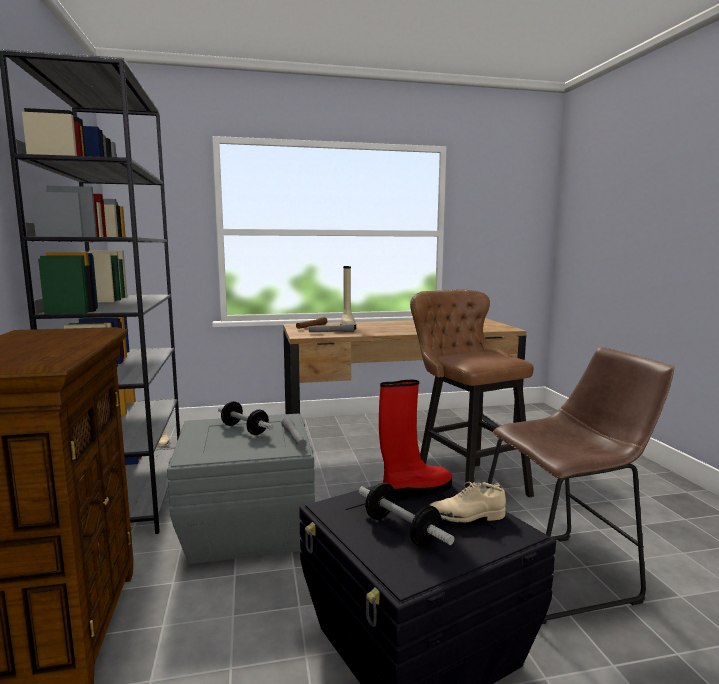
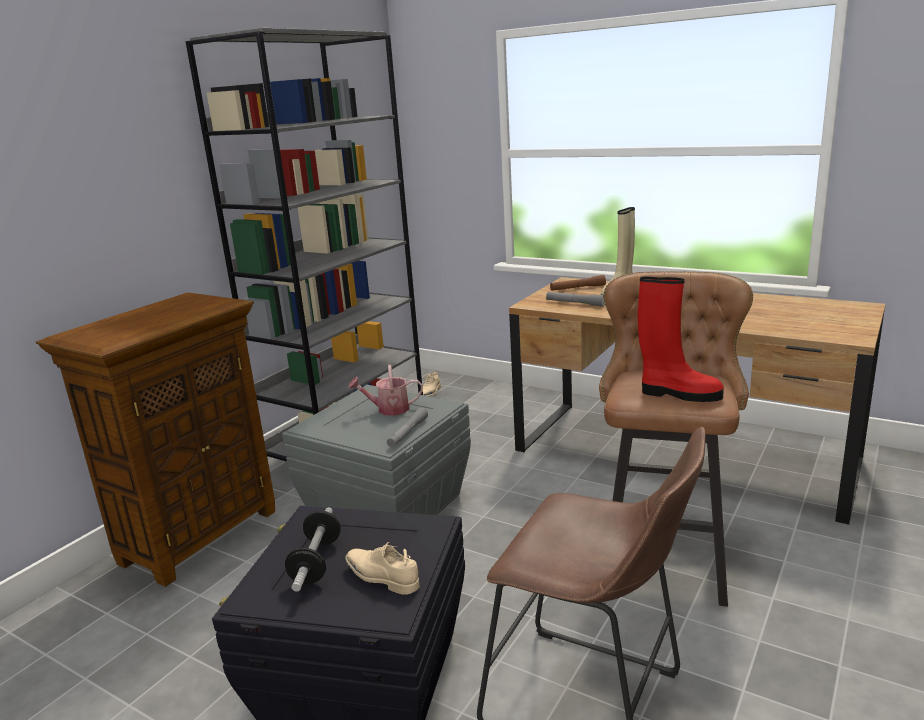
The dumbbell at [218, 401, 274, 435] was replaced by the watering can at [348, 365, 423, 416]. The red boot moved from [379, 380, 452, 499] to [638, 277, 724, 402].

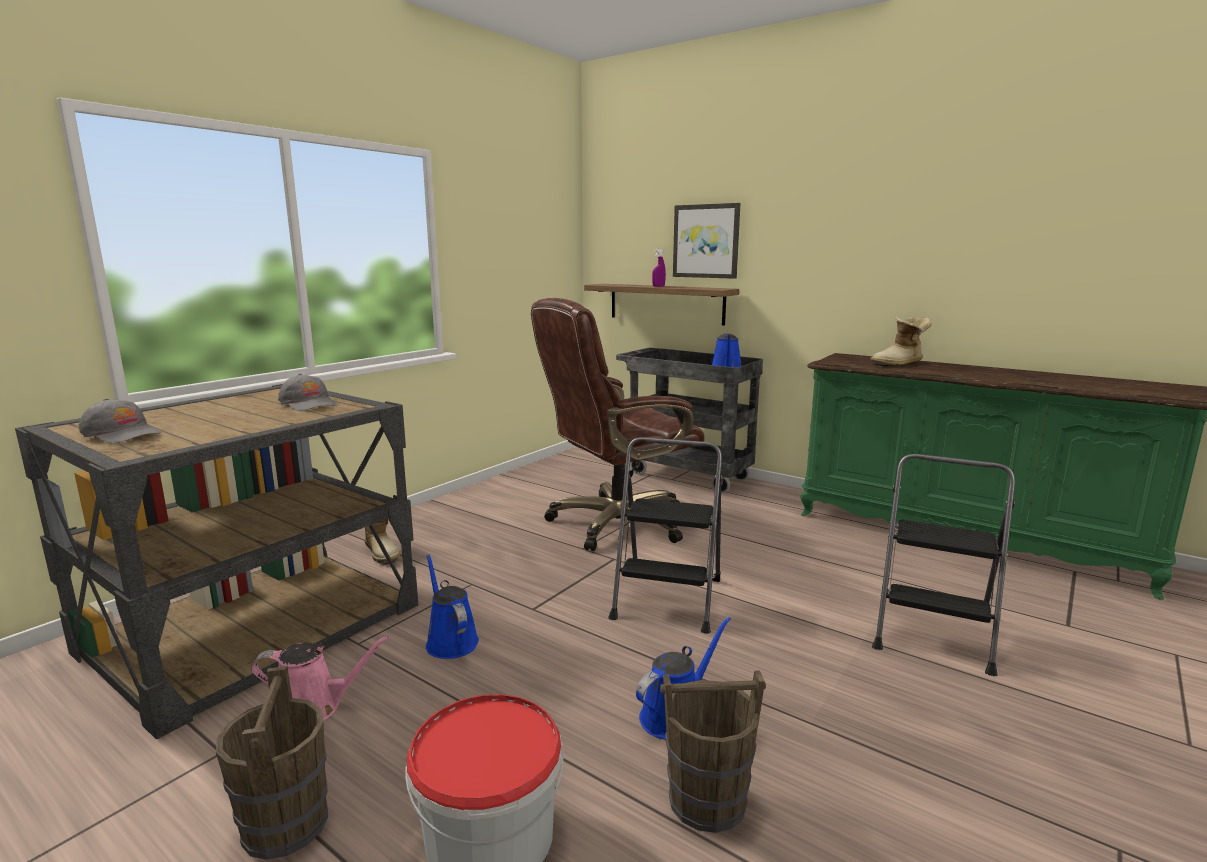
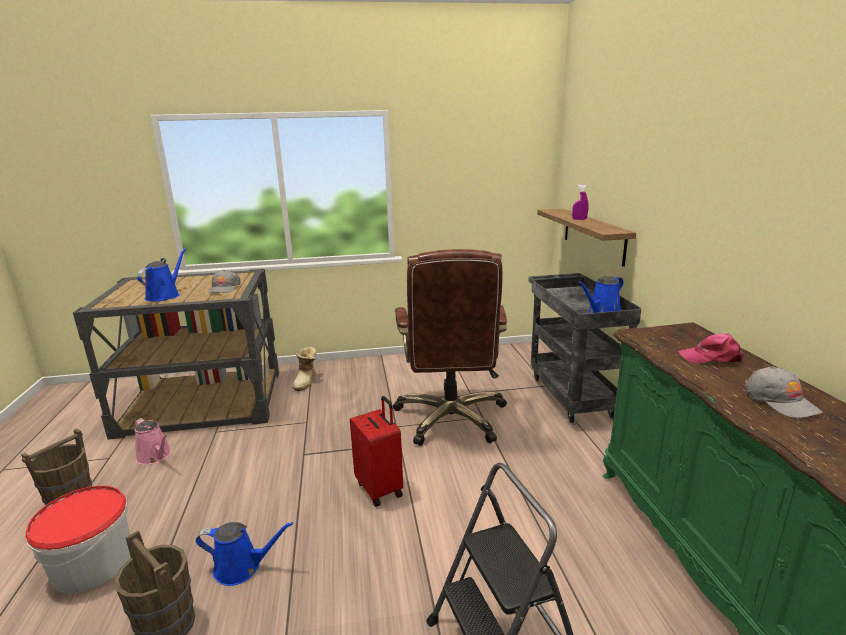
The blue watering can moved from [426, 554, 479, 659] to [137, 248, 187, 302]. The black step ladder at [608, 437, 722, 634] was replaced by the red suitcase at [350, 396, 403, 507]. The brown office chair at [531, 298, 705, 551] turned 105 degrees counterclockwise. The boot at [870, 316, 932, 366] was replaced by the pink cap at [678, 333, 743, 364]. The grey cap moved from [78, 399, 161, 443] to [745, 366, 823, 418]. The picture at [673, 203, 740, 279] disappeared.

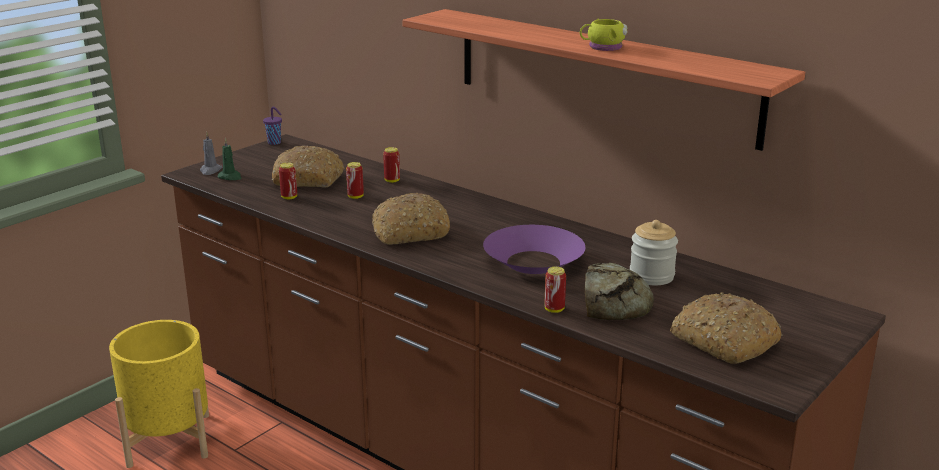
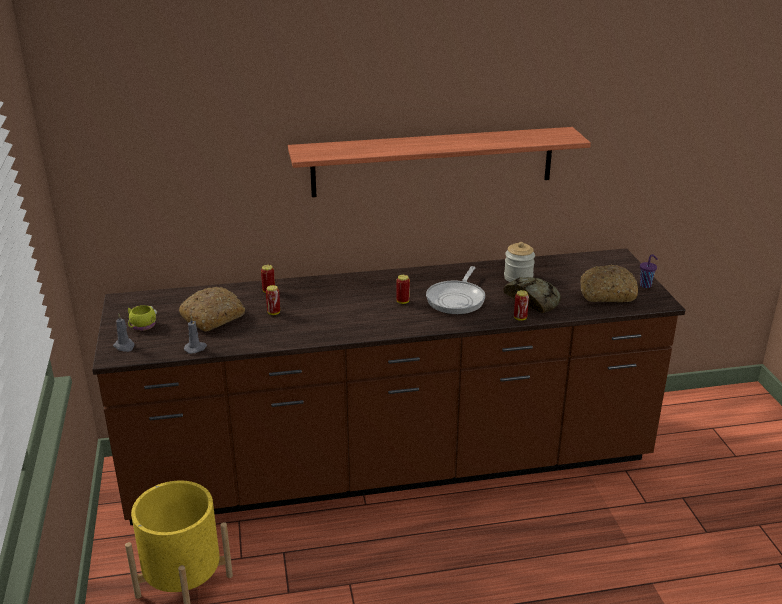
The yellow mug moved from [580, 18, 627, 51] to [128, 305, 157, 331]. The grey candle at [184, 316, 207, 354] appeared. The can moved from [279, 163, 297, 200] to [396, 275, 410, 304]. The purple bowl at [483, 225, 585, 274] was replaced by the frying pan at [426, 266, 485, 314]. The purple cup moved from [263, 107, 282, 145] to [640, 254, 658, 288]. The green candle at [218, 138, 242, 180] disappeared. The bread at [372, 193, 450, 245] disappeared.

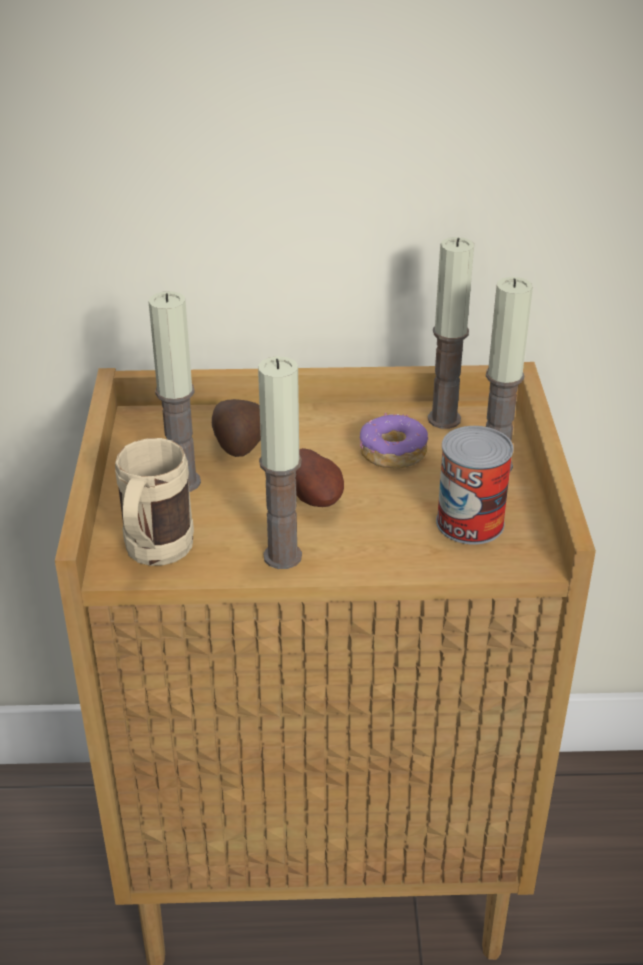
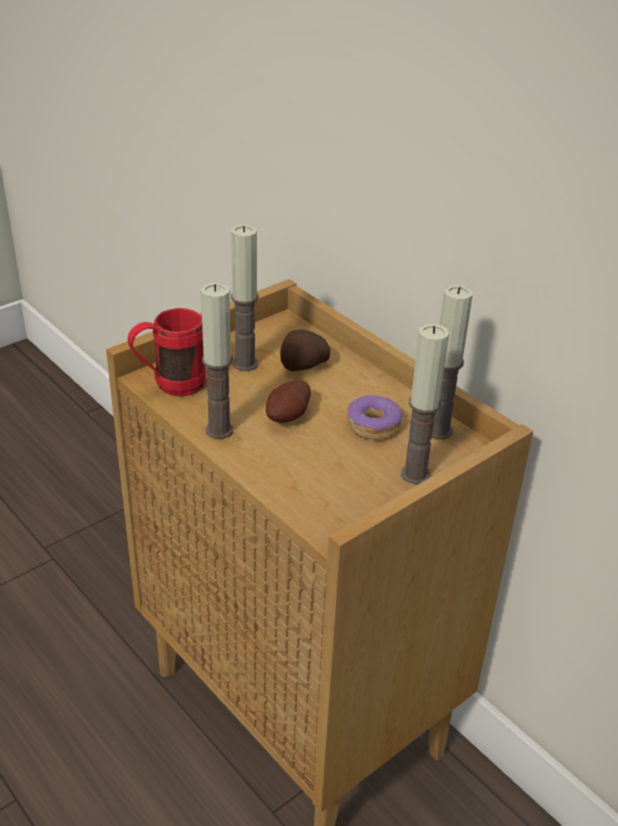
The beige mug at [115, 438, 194, 566] became the red mug at [127, 308, 206, 396]. The can at [436, 426, 513, 545] disappeared.

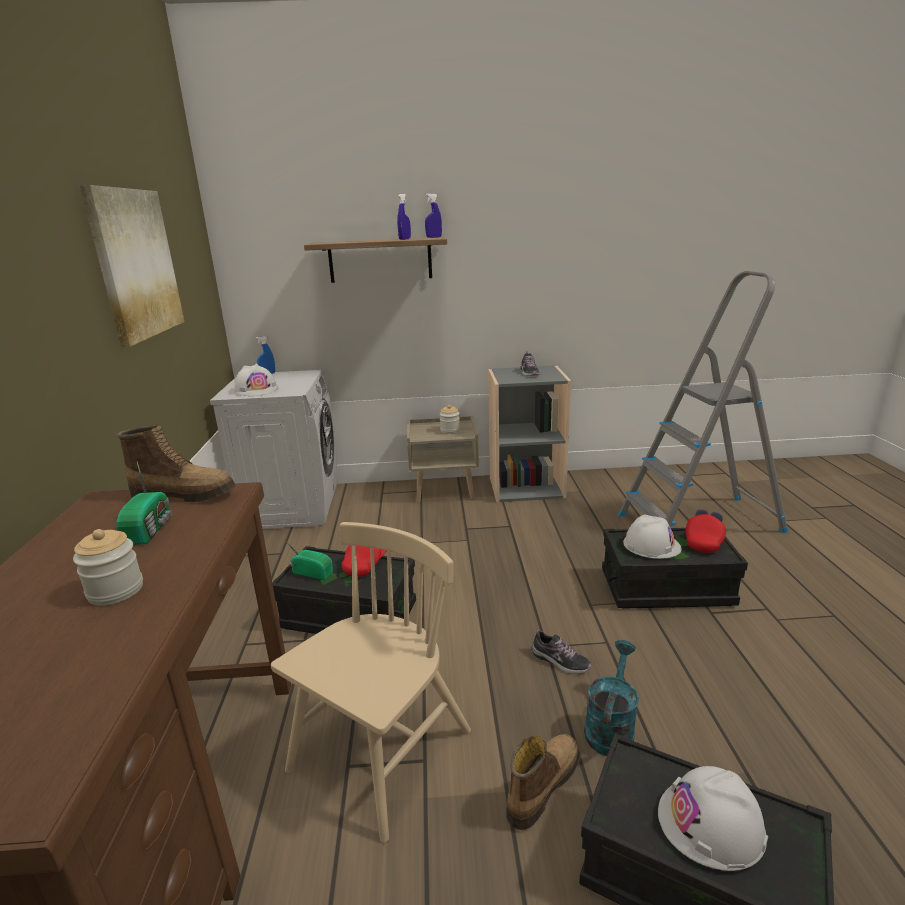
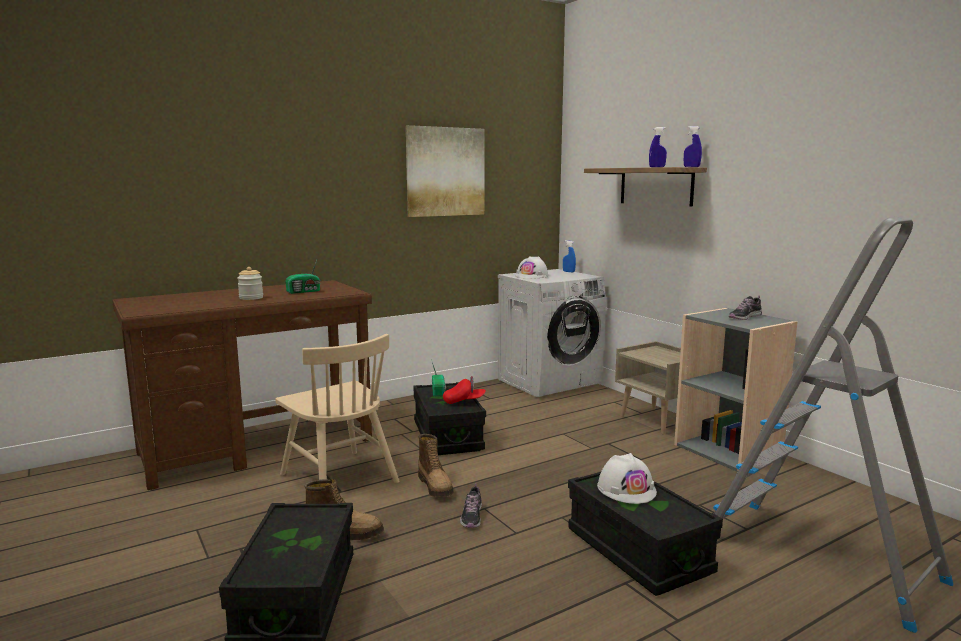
The beige chair at [271, 522, 471, 843] turned 45 degrees clockwise. The boot moved from [117, 425, 236, 502] to [418, 434, 454, 497]. The jar at [440, 405, 460, 434] disappeared. The turquoise watering can at [584, 640, 639, 756] disappeared. The white hard hat at [658, 766, 768, 871] disappeared. The red cap at [686, 509, 726, 553] disappeared.

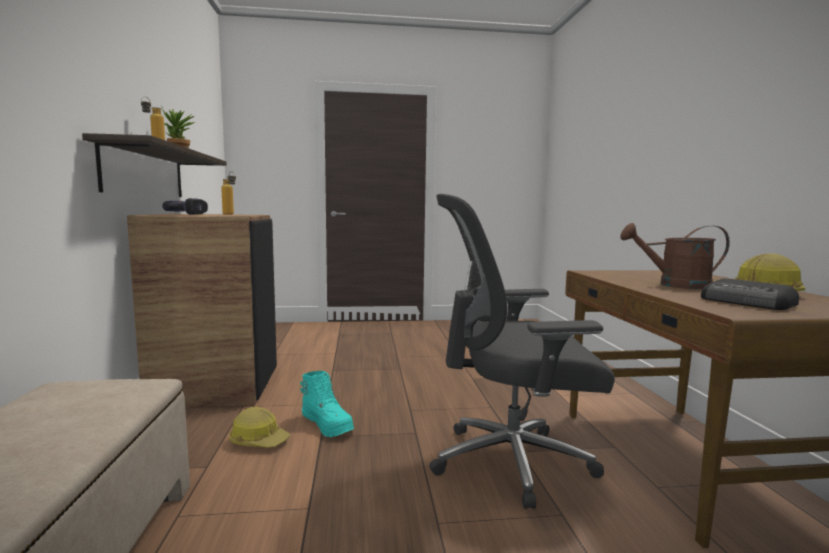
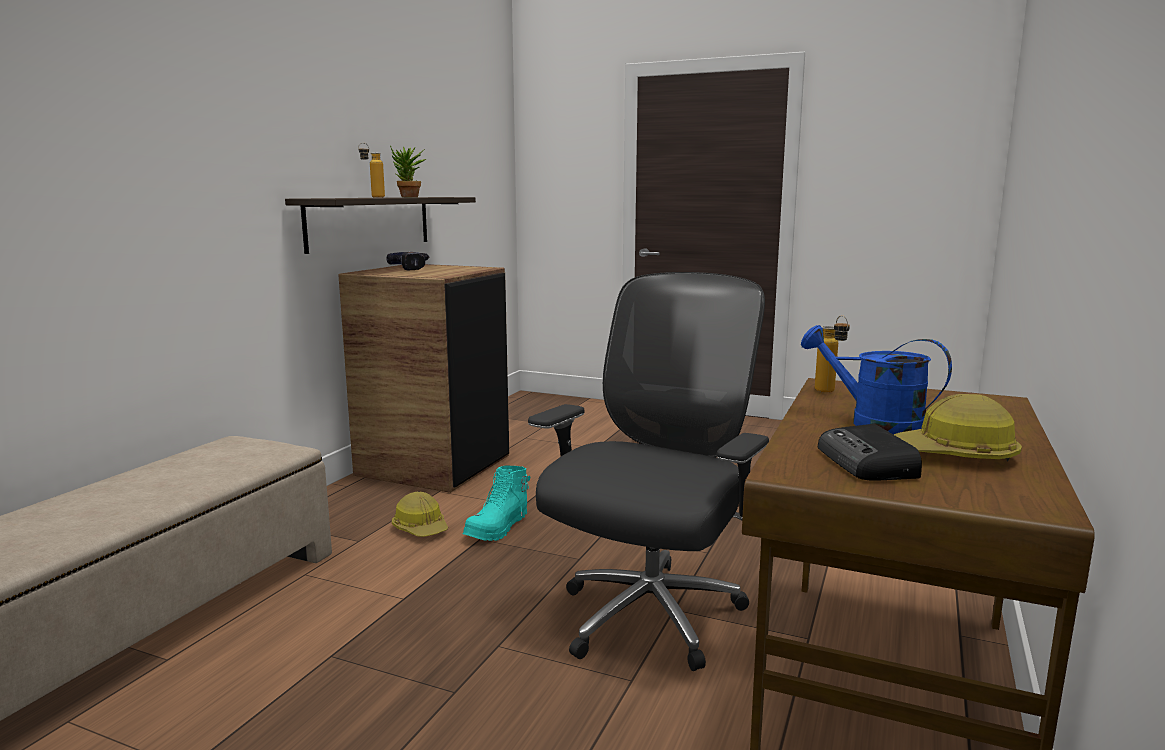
The turquoise boot at [300, 371, 354, 437] turned 45 degrees clockwise. The office chair at [429, 194, 615, 509] turned 90 degrees clockwise. The brown watering can at [620, 223, 730, 290] became the blue watering can at [801, 325, 952, 435]. The bottle moved from [221, 171, 236, 214] to [815, 315, 850, 393].

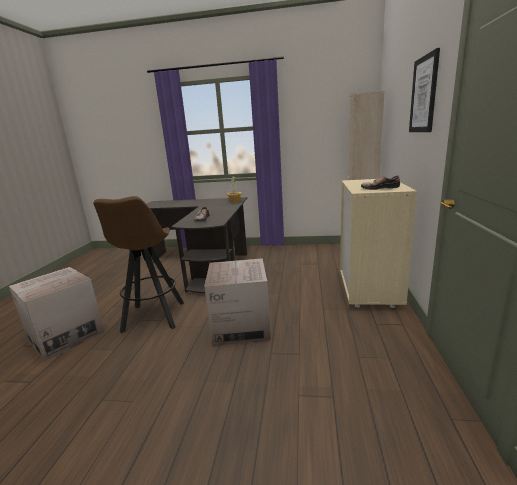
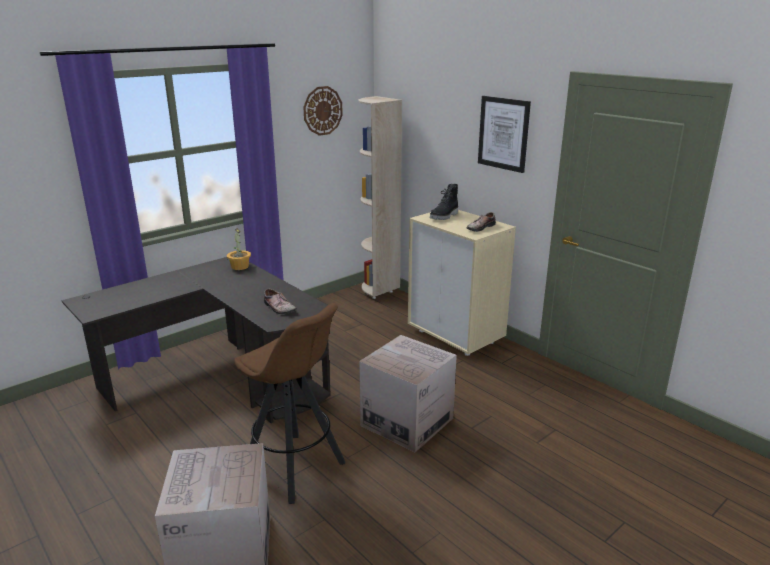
The wall clock at [303, 86, 343, 136] appeared. The black boot at [430, 184, 458, 220] appeared.

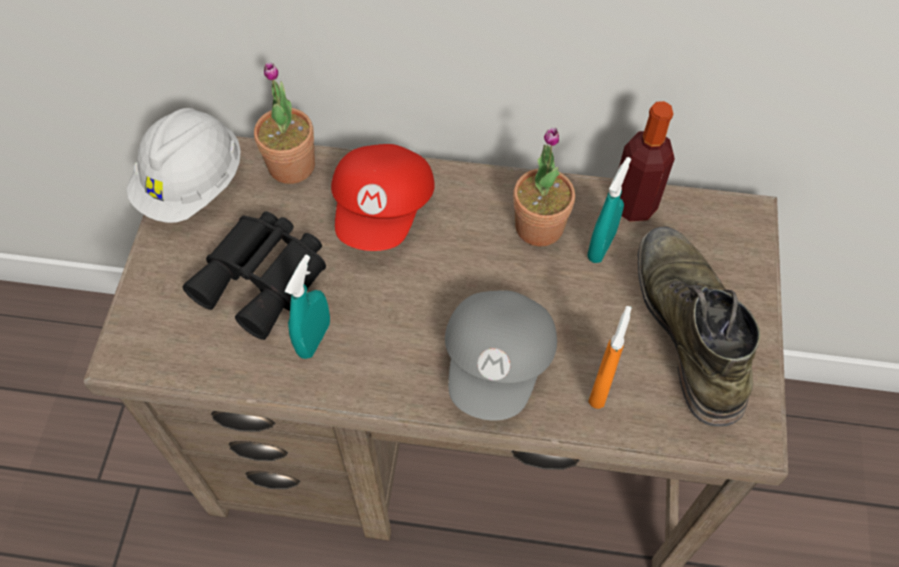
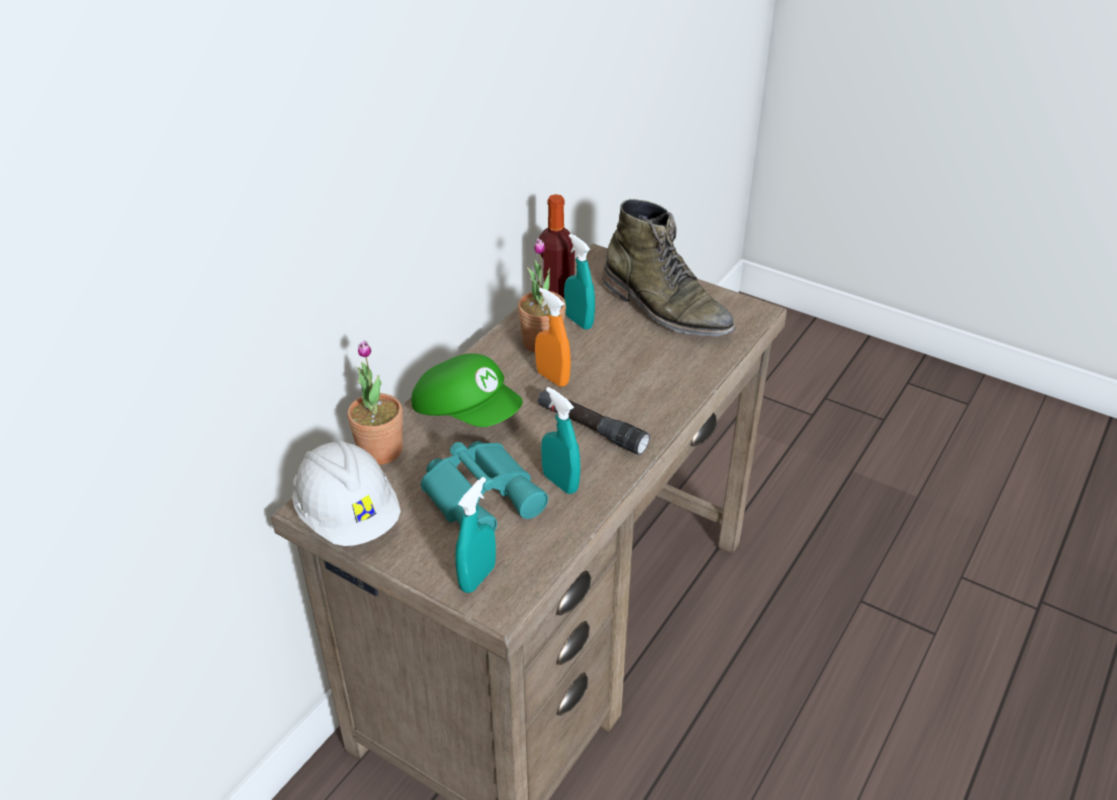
The red cap at [331, 144, 435, 251] became the green cap at [411, 353, 523, 427]. The black binoculars at [183, 211, 326, 340] became the turquoise binoculars at [421, 441, 548, 532]. The turquoise spray bottle at [455, 477, 496, 593] appeared. The orange spray bottle moved from [588, 306, 632, 409] to [535, 288, 571, 387]. The black flashlight at [537, 389, 650, 455] appeared. The green boot at [637, 226, 760, 427] turned 150 degrees counterclockwise. The grey cap at [445, 290, 557, 420] disappeared.

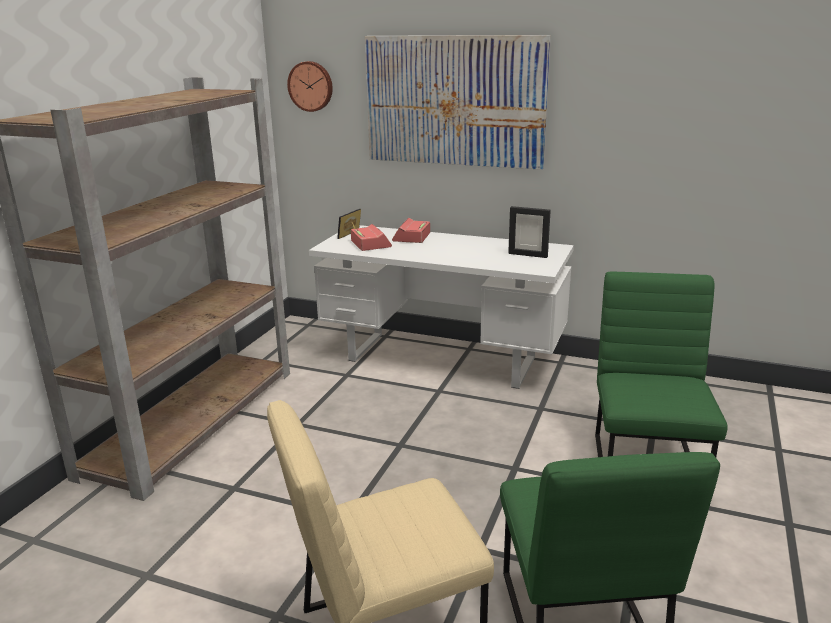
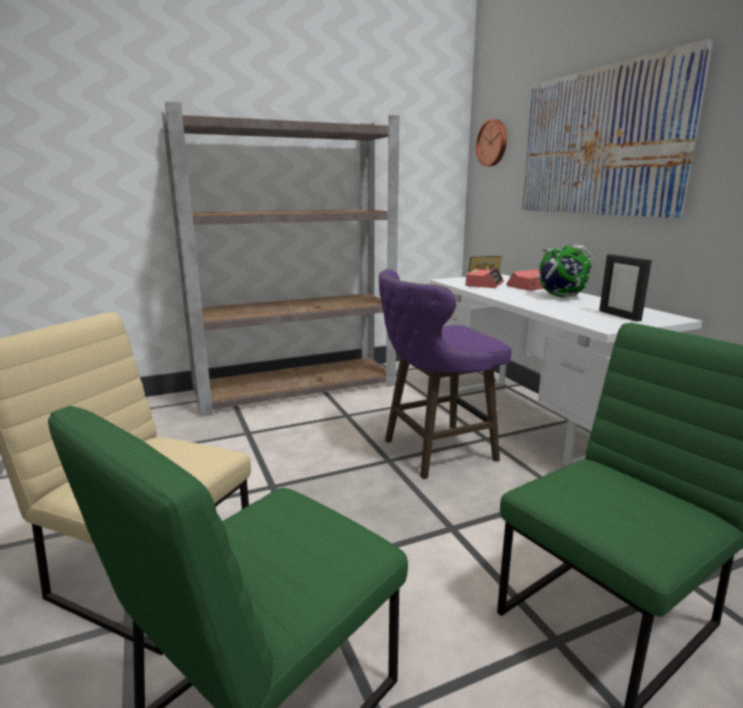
The purple stool at [379, 269, 512, 479] appeared. The globe at [536, 244, 594, 298] appeared.

